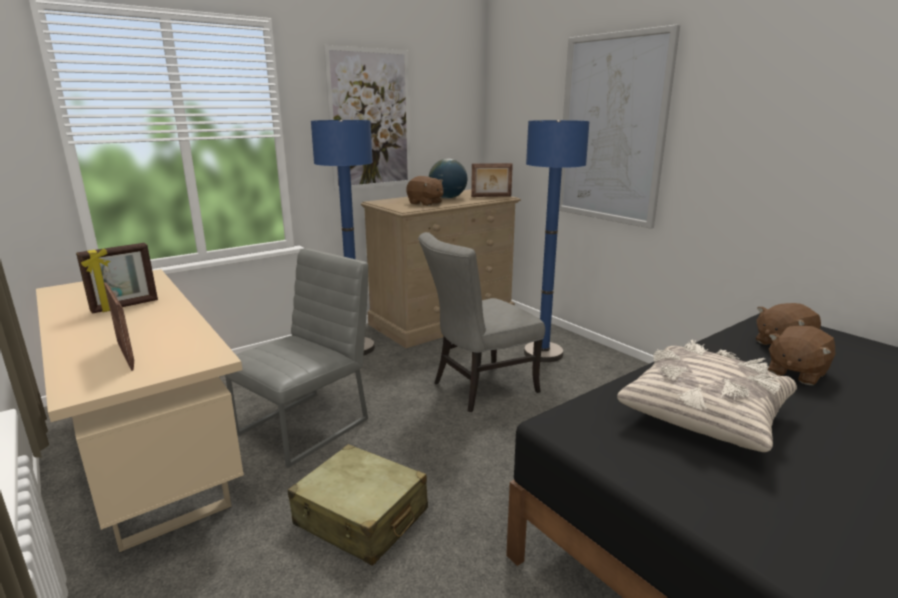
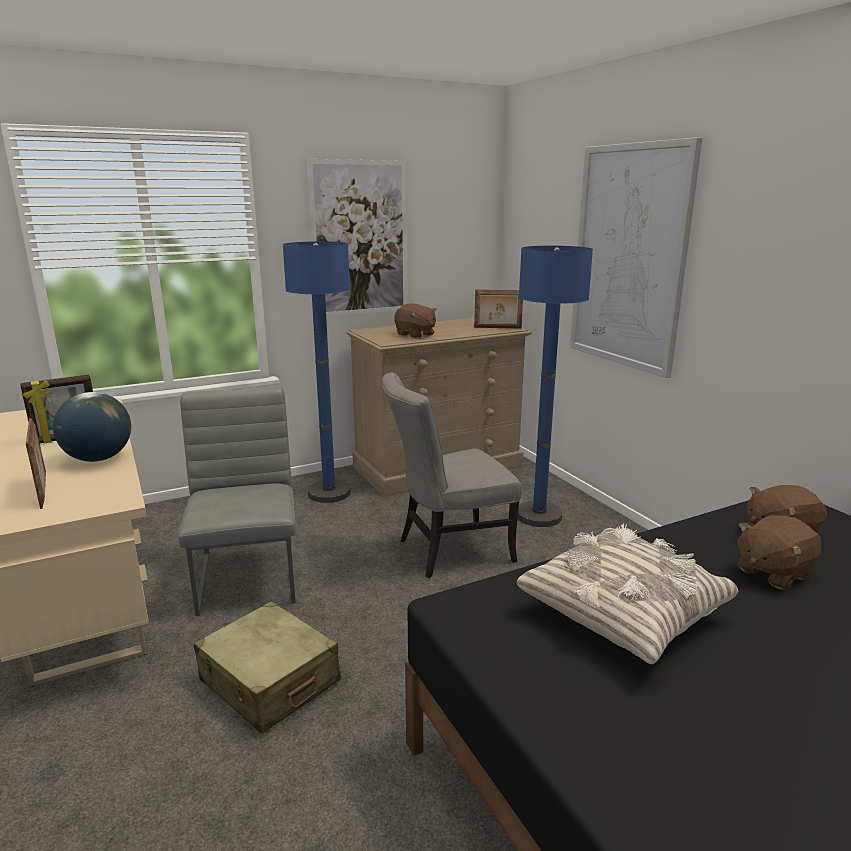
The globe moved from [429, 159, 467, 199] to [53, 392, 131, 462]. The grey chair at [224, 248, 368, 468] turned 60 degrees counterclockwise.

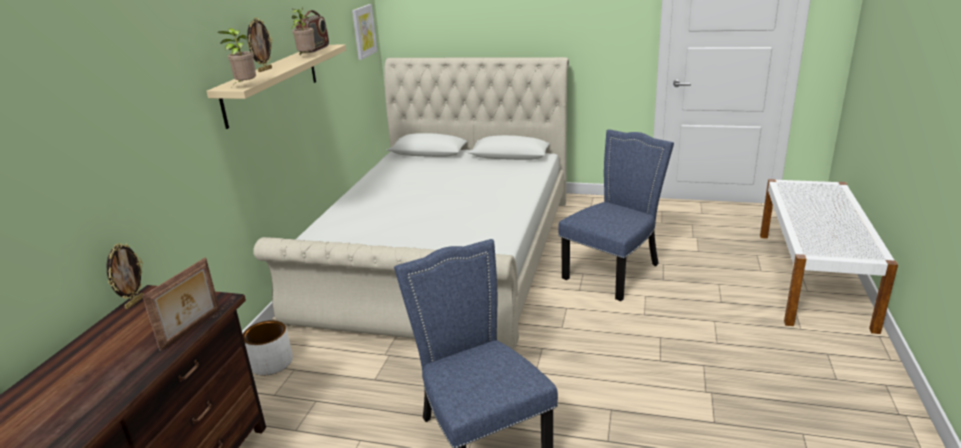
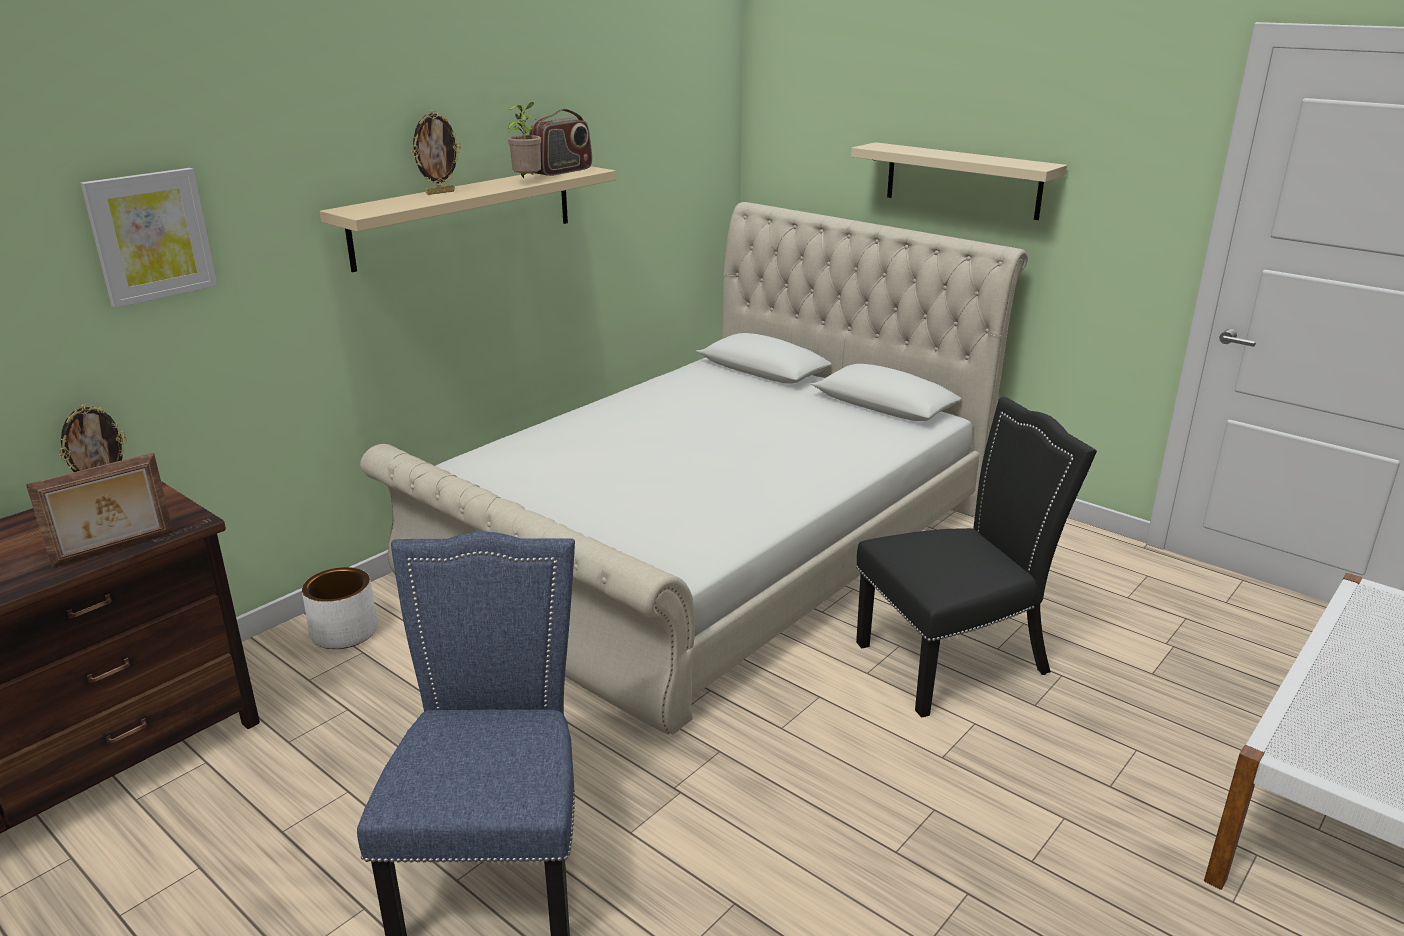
The picture moved from [352, 4, 377, 60] to [81, 168, 217, 308]. The beige shelf at [851, 142, 1067, 220] appeared. The blue chair at [558, 129, 674, 301] became the black chair at [856, 397, 1097, 718]. The potted plant at [217, 28, 256, 86] disappeared.

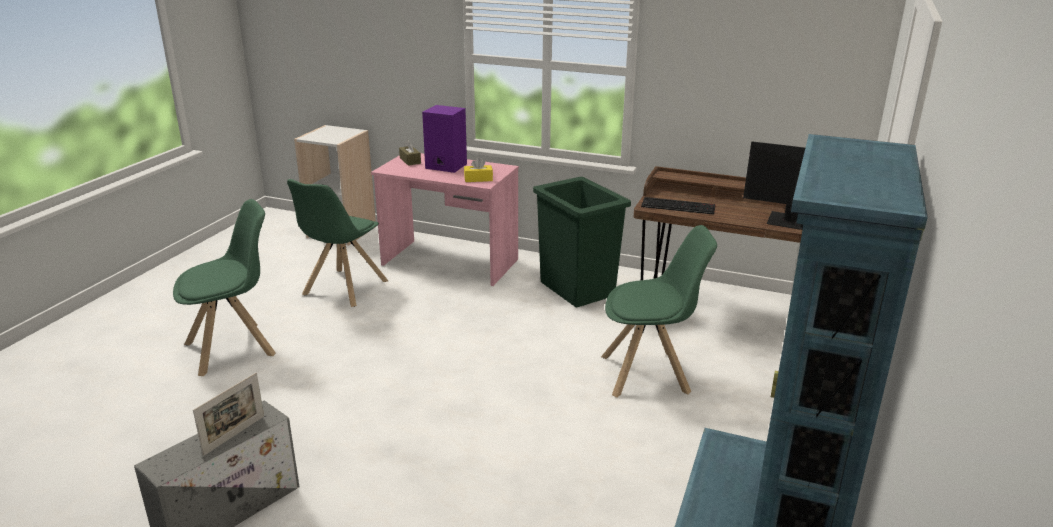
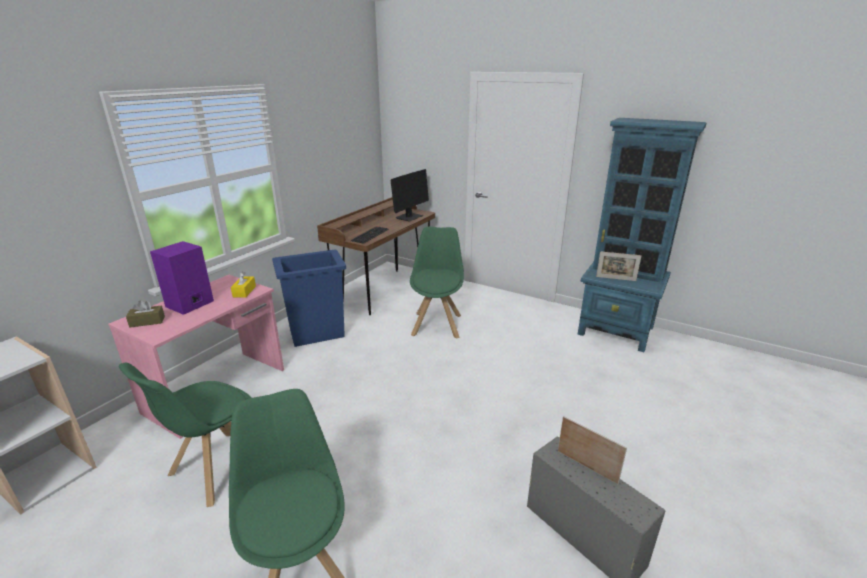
The green chair at [287, 179, 388, 307] turned 90 degrees clockwise. The green trash can at [533, 177, 631, 308] became the blue trash can at [272, 250, 346, 347]. The picture frame at [596, 251, 642, 281] appeared.

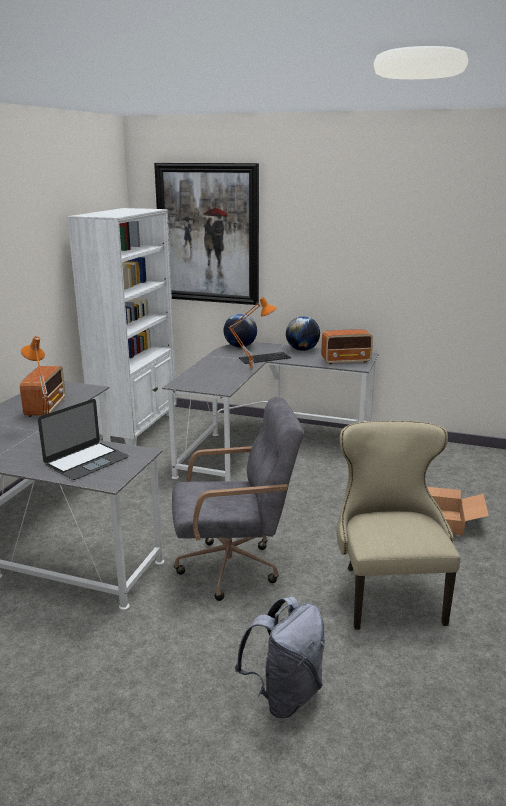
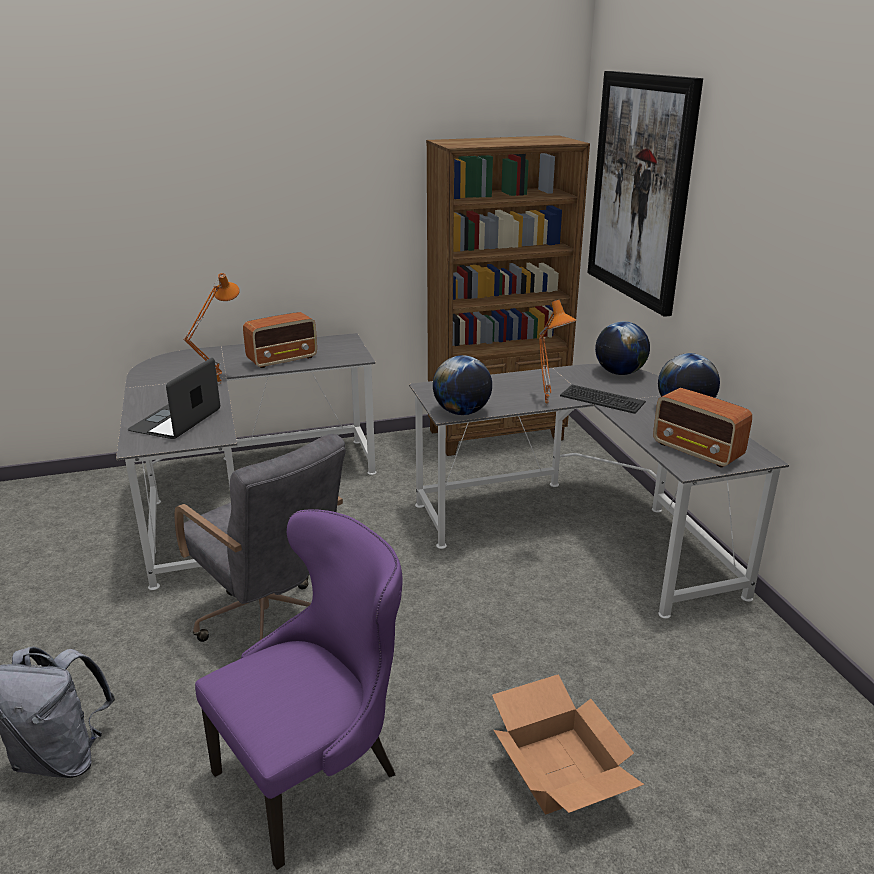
The laptop at [38, 399, 129, 480] turned 105 degrees clockwise. The beige chair at [337, 421, 460, 630] became the purple chair at [195, 509, 403, 870]. The white bookcase at [67, 208, 177, 446] became the brown bookcase at [426, 135, 590, 456]. The globe at [433, 355, 492, 415] appeared.

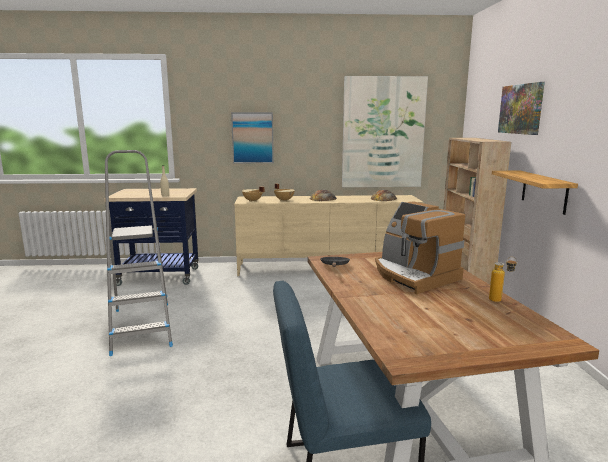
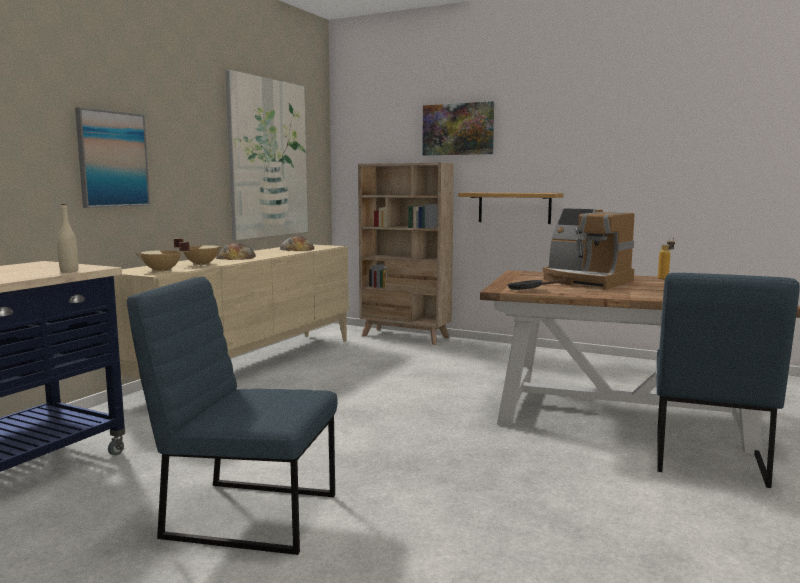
The grey step ladder at [105, 150, 173, 356] was replaced by the blue chair at [127, 277, 337, 555]. The coffee machine at [375, 201, 465, 294] turned 45 degrees clockwise.

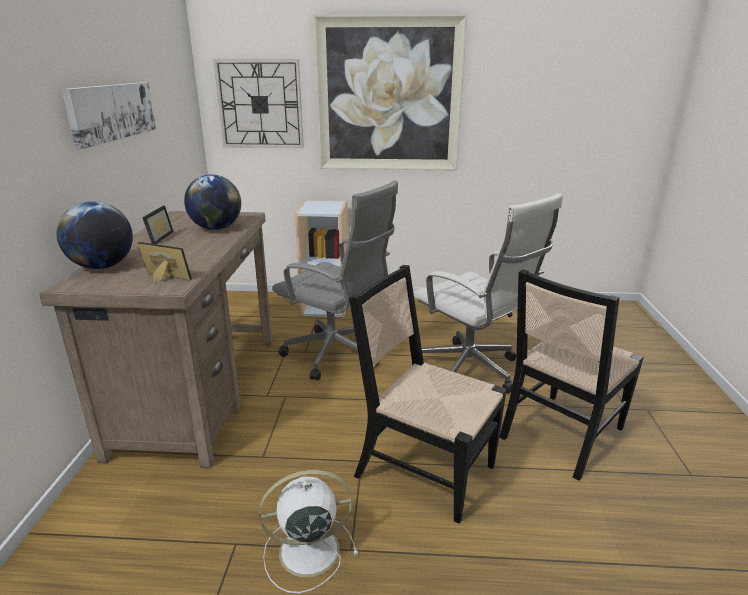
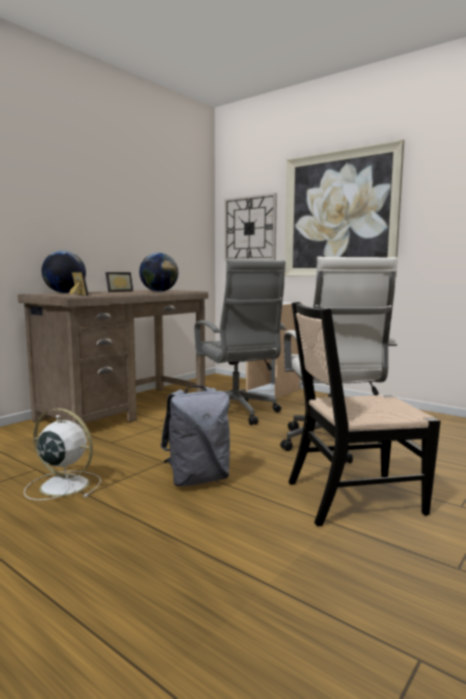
The chair at [349, 265, 507, 523] was replaced by the grey backpack at [160, 386, 230, 487]. The picture at [62, 82, 156, 149] disappeared.

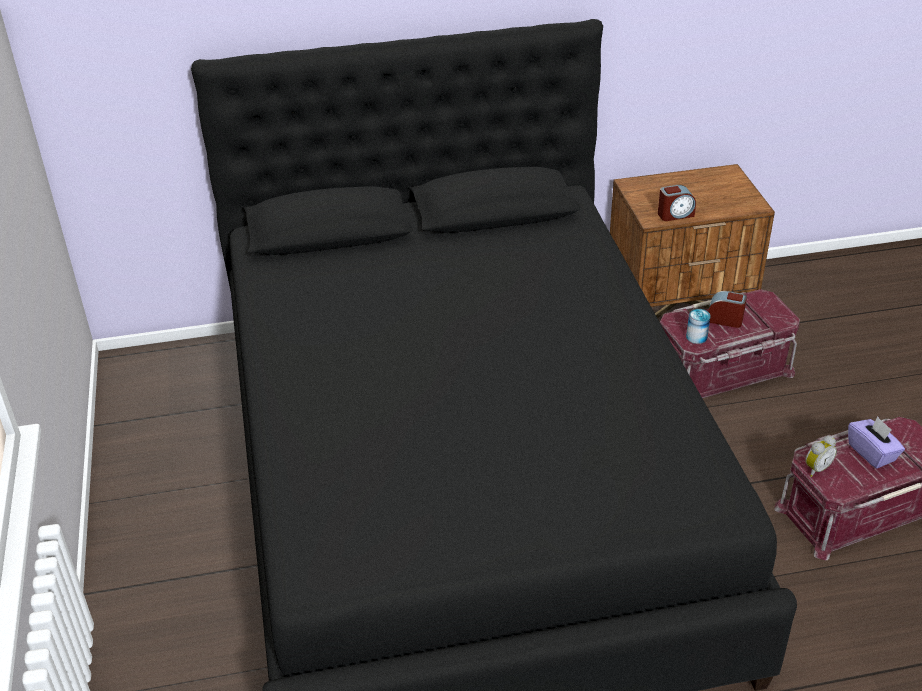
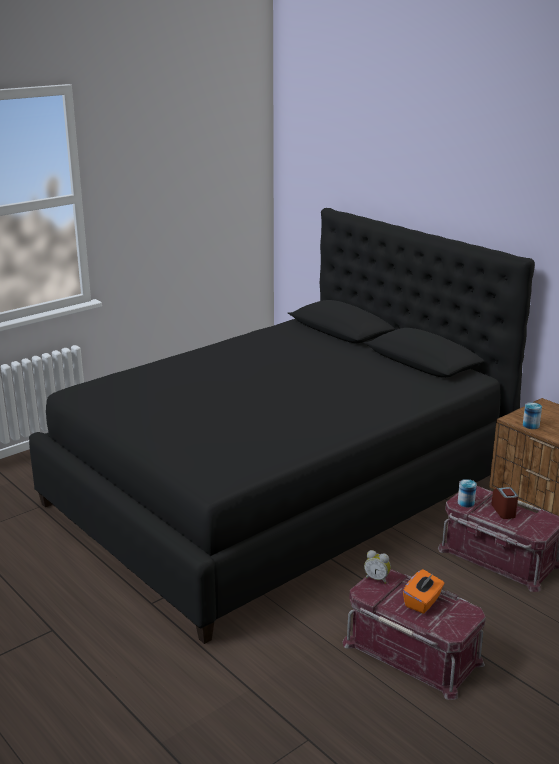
The purple tissue box at [848, 416, 905, 469] became the orange tissue box at [403, 569, 444, 614]. The alarm clock at [658, 185, 696, 221] was replaced by the can at [523, 402, 542, 429].

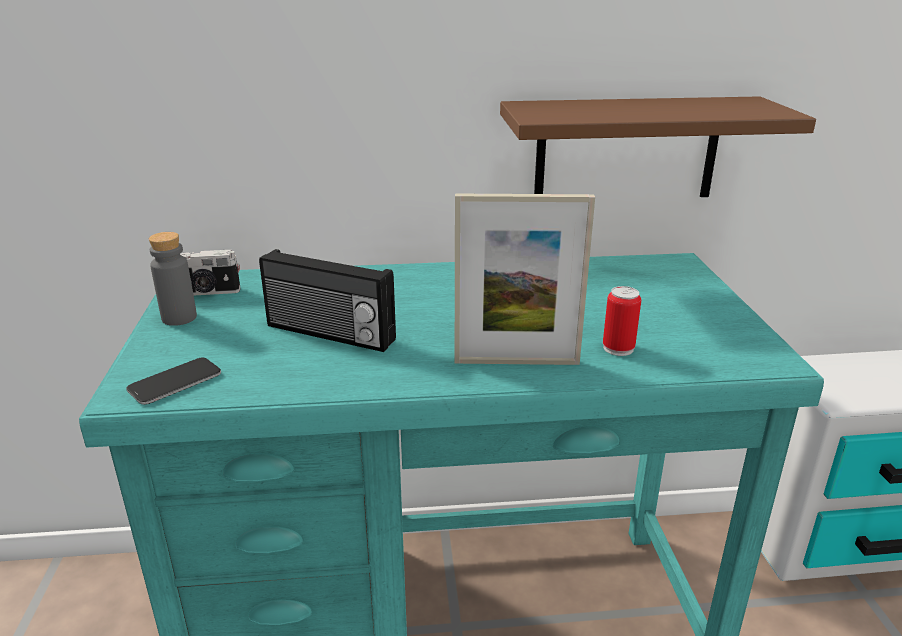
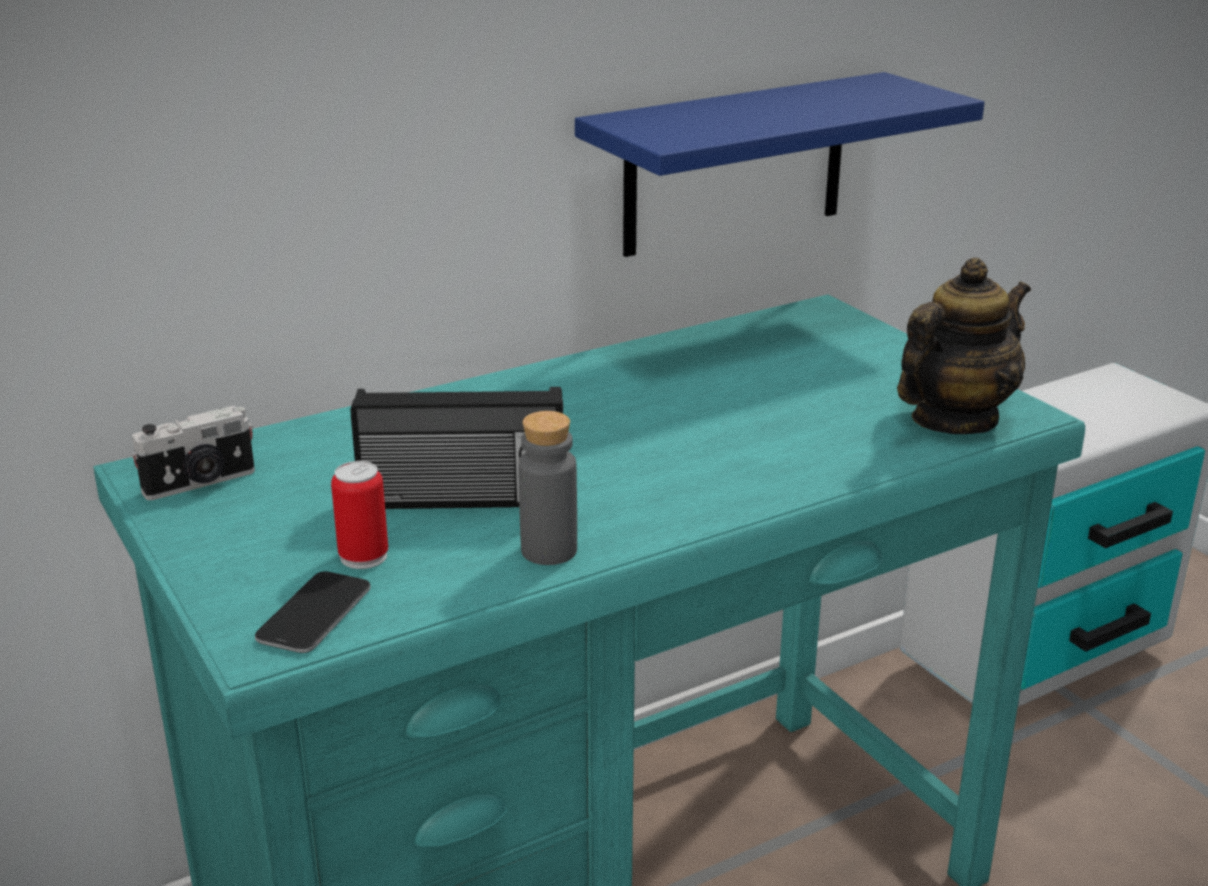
The can moved from [603, 286, 641, 356] to [331, 461, 388, 569]. The grey bottle moved from [149, 232, 197, 326] to [518, 411, 577, 565]. The brown shelf at [500, 96, 816, 197] became the blue shelf at [575, 72, 984, 257]. The teapot at [897, 258, 1031, 434] appeared. The picture frame at [455, 193, 595, 365] disappeared.

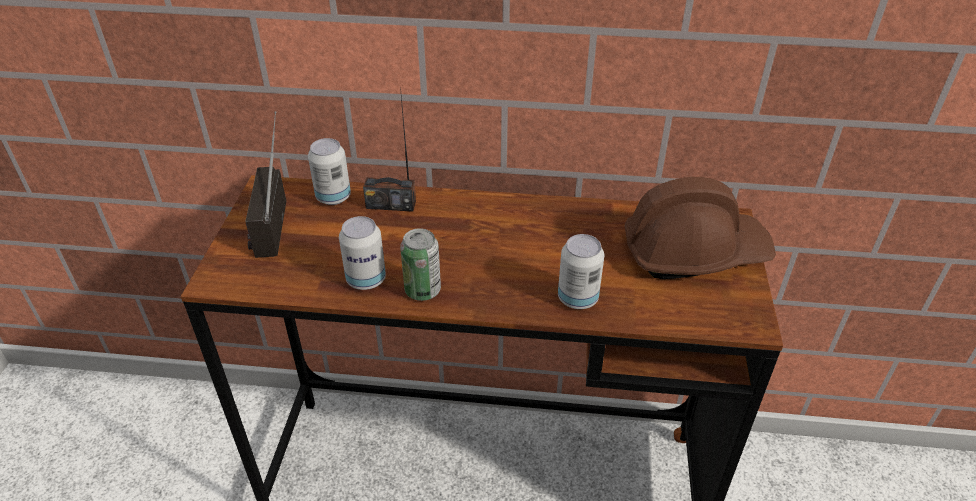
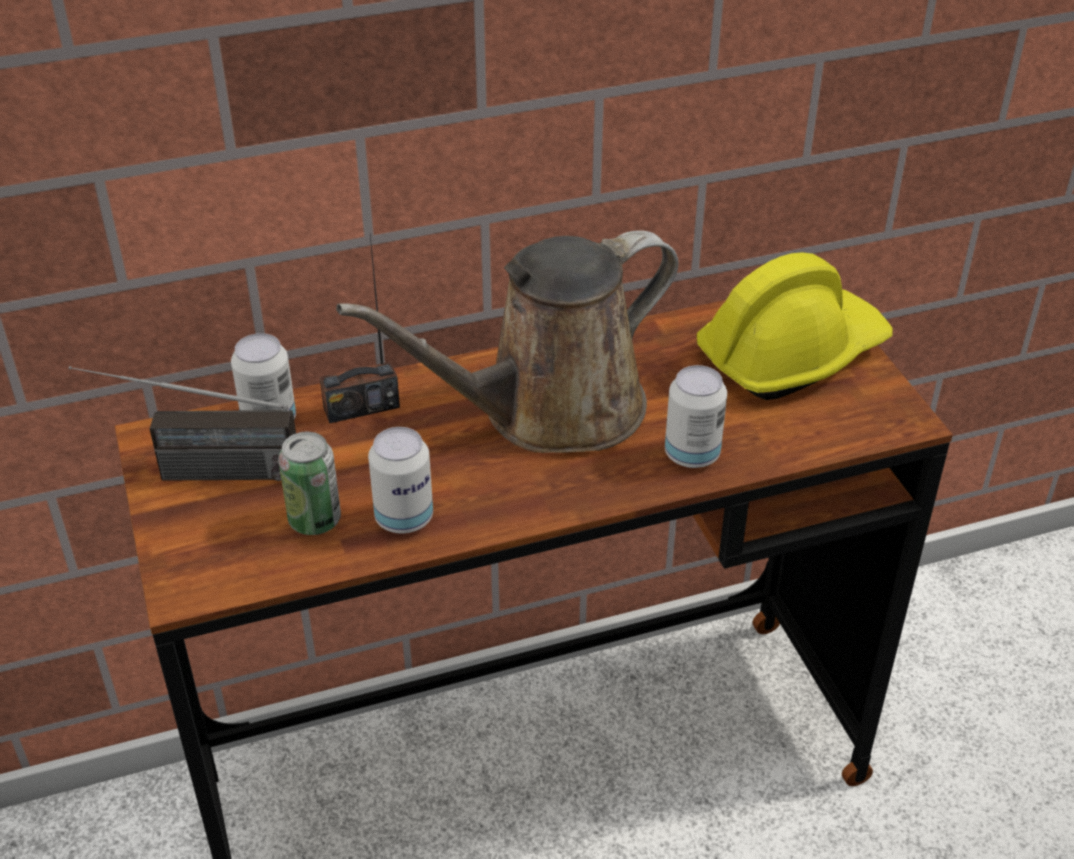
The radio at [245, 111, 286, 258] turned 60 degrees counterclockwise. The can moved from [400, 228, 441, 301] to [278, 432, 341, 535]. The brown watering can at [336, 230, 678, 453] appeared. The brown hard hat at [625, 177, 776, 279] became the yellow hard hat at [697, 252, 892, 400].

